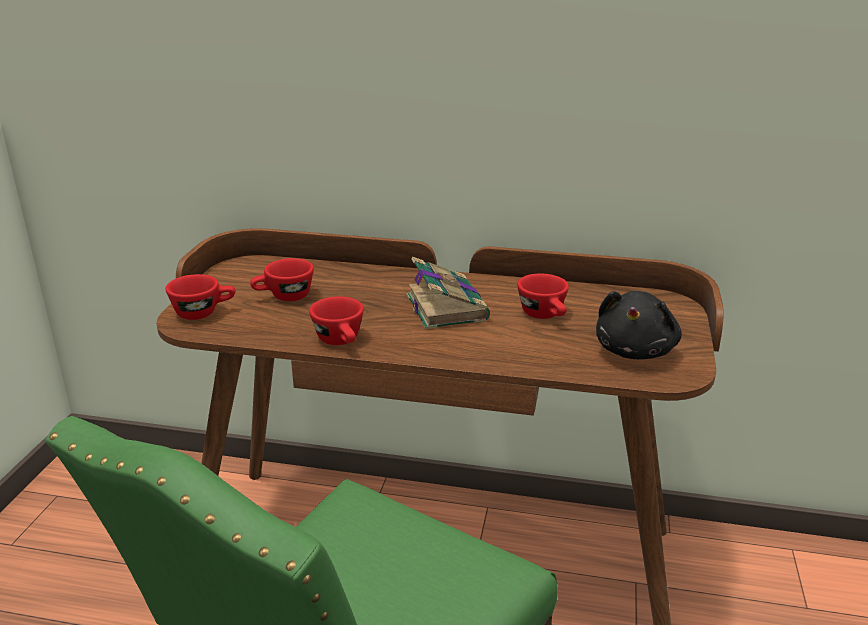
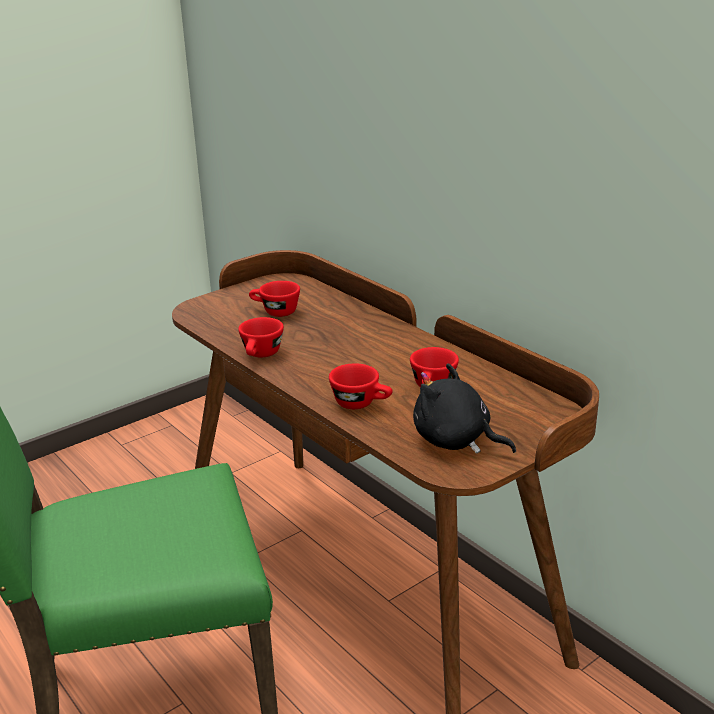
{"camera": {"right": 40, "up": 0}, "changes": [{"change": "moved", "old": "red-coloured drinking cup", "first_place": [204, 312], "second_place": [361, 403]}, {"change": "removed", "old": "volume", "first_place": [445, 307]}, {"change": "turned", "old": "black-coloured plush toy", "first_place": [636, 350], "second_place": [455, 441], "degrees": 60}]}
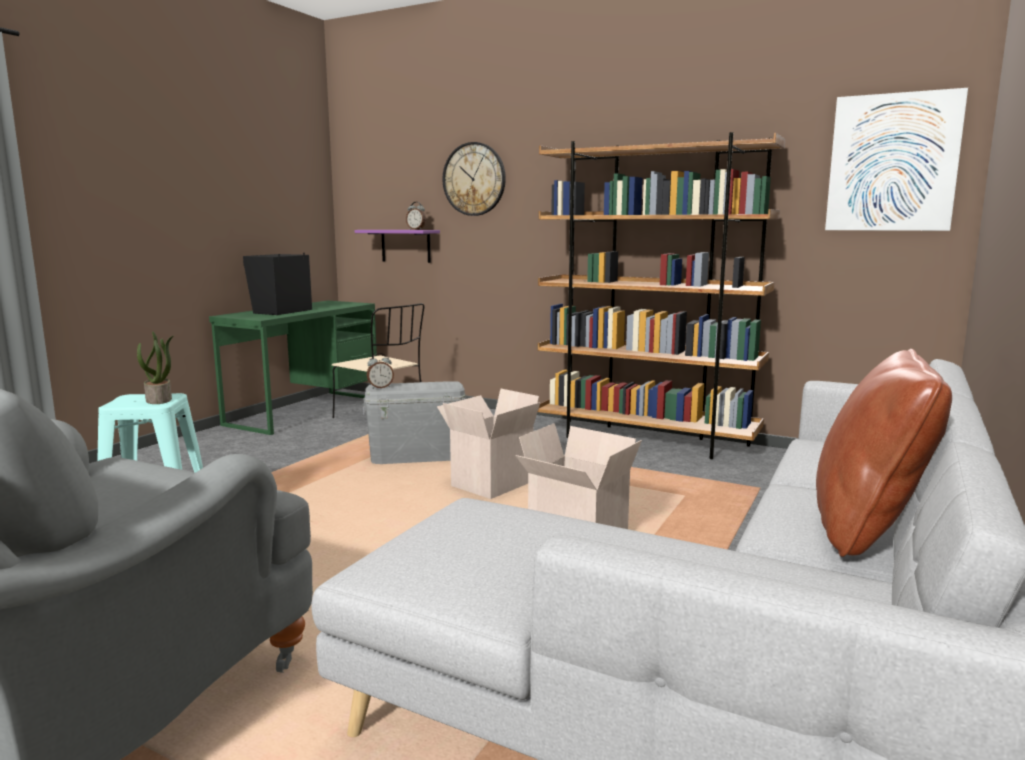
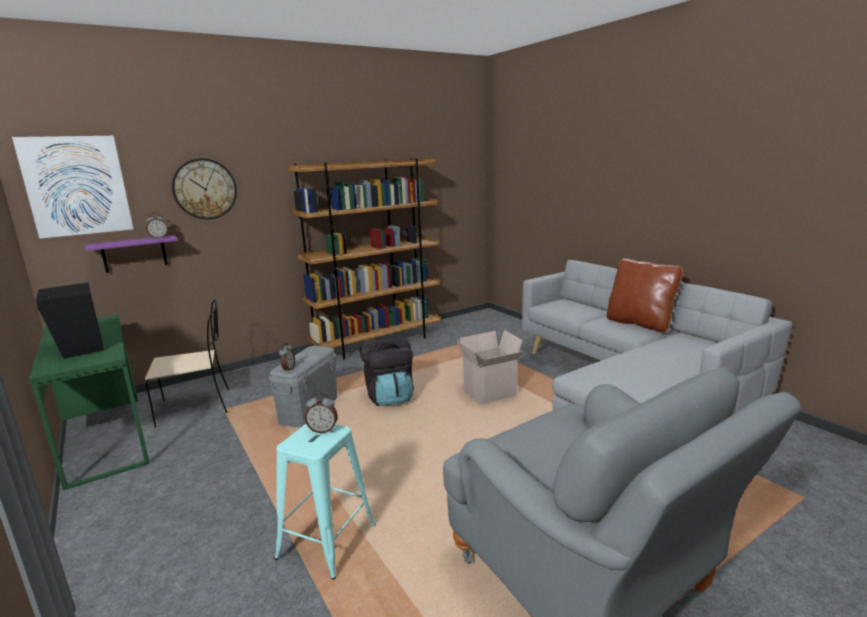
{"camera": {"right": -60, "up": 5}, "changes": [{"change": "replaced", "old": "potted plant", "new": "alarm clock", "first_place": [159, 400], "second_place": [323, 430]}, {"change": "replaced", "old": "carton", "new": "black-coloured rucksack", "first_place": [491, 484], "second_place": [389, 397]}, {"change": "moved", "old": "wall picture", "first_place": [892, 163], "second_place": [77, 186]}]}
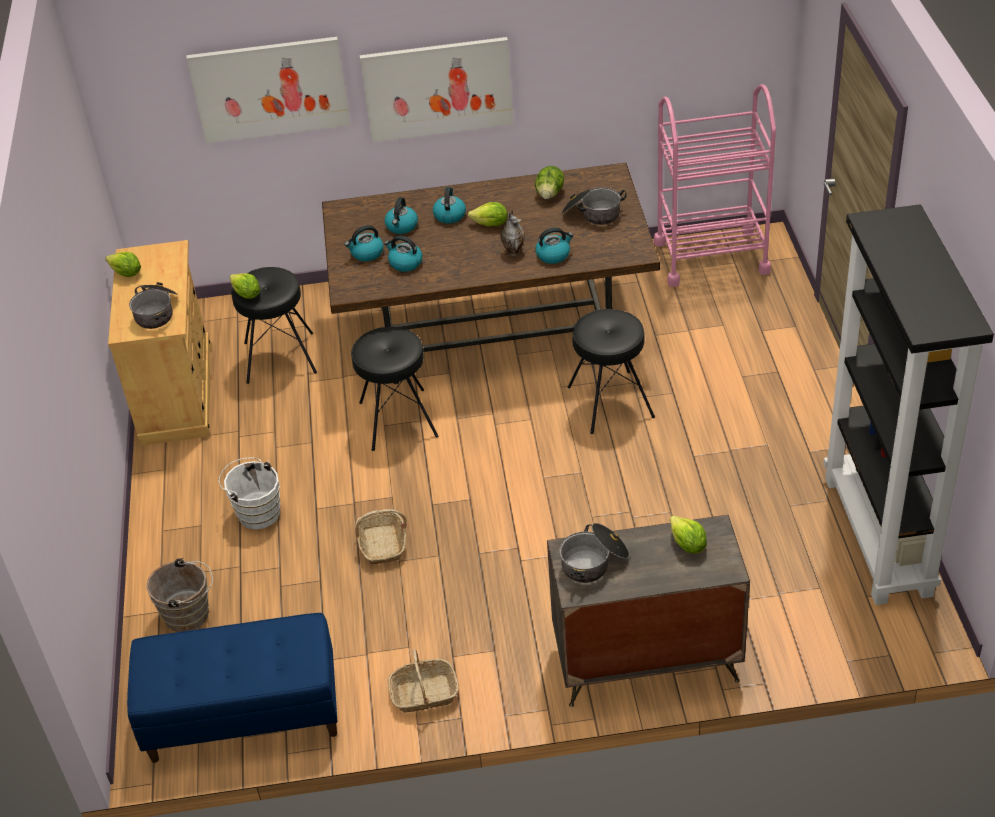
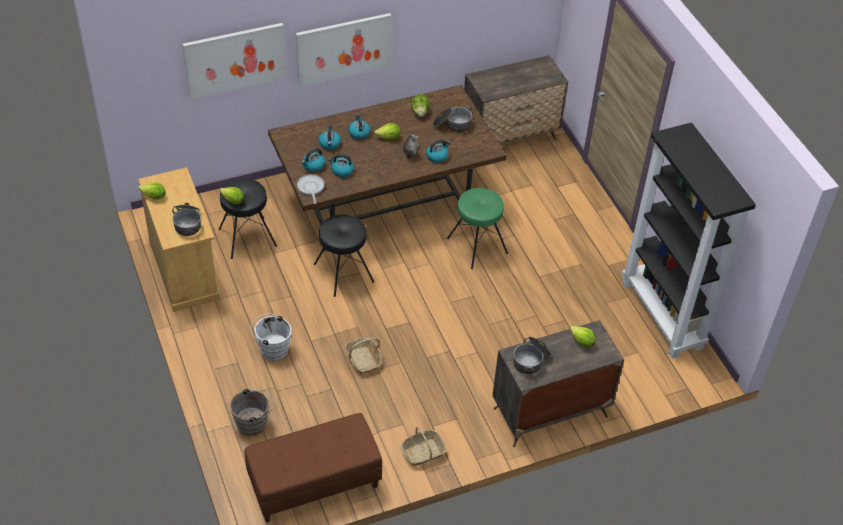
{"camera": {"right": -20, "up": 5}, "changes": [{"change": "recoloured", "old": "blue-coloured indoor bench", "new": "brown-coloured indoor bench", "first_place": [243, 717], "second_place": [314, 484]}, {"change": "recoloured", "old": "black-coloured sitting stool", "new": "green sitting stool", "first_place": [610, 402], "second_place": [476, 246]}, {"change": "replaced", "old": "pinkish trolley", "new": "drawer chest", "first_place": [711, 256], "second_place": [510, 137]}, {"change": "added", "new": "skillet", "second_place": [310, 188]}]}
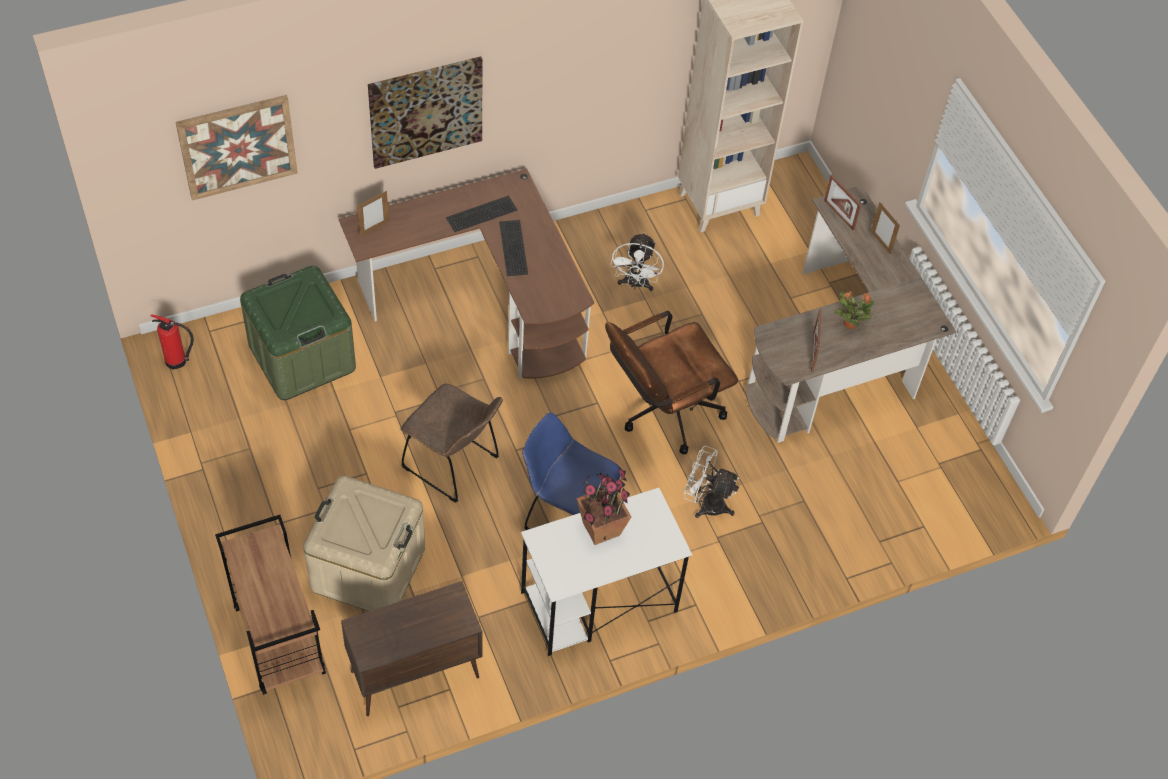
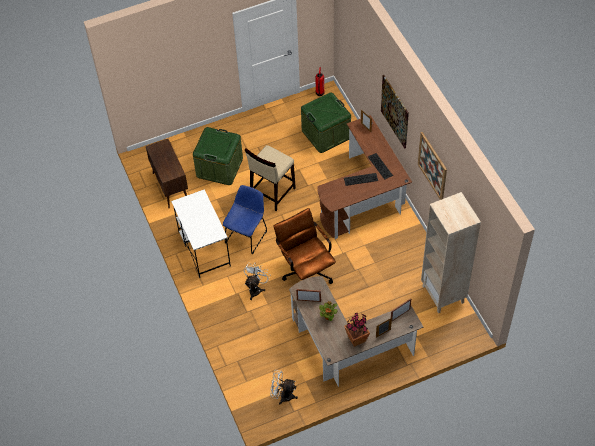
{"camera": {"right": 95, "up": 0}, "changes": [{"change": "moved", "old": "wall picture", "first_place": [238, 147], "second_place": [432, 166]}, {"change": "removed", "old": "brown-coloured trolley", "first_place": [278, 639]}, {"change": "recoloured", "old": "sand-coloured storage bin", "new": "green storage bin", "first_place": [368, 568], "second_place": [219, 167]}, {"change": "replaced", "old": "brown-coloured plain chair", "new": "sand-coloured sitting stool", "first_place": [454, 465], "second_place": [272, 193]}, {"change": "moved", "old": "potted plant", "first_place": [600, 528], "second_place": [356, 339]}, {"change": "moved", "old": "whitish cooling fan", "first_place": [635, 284], "second_place": [283, 395]}]}
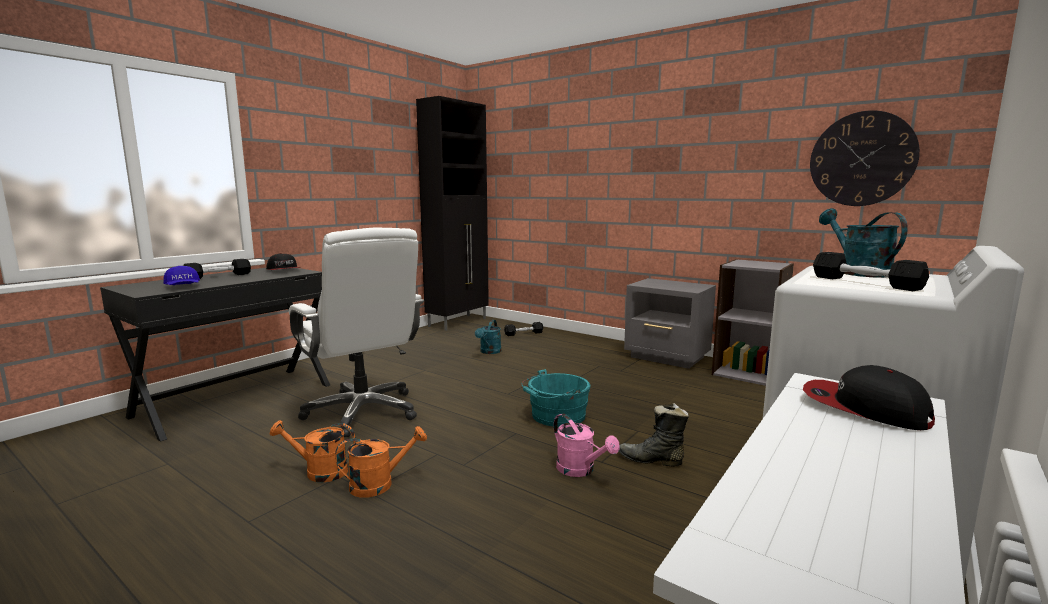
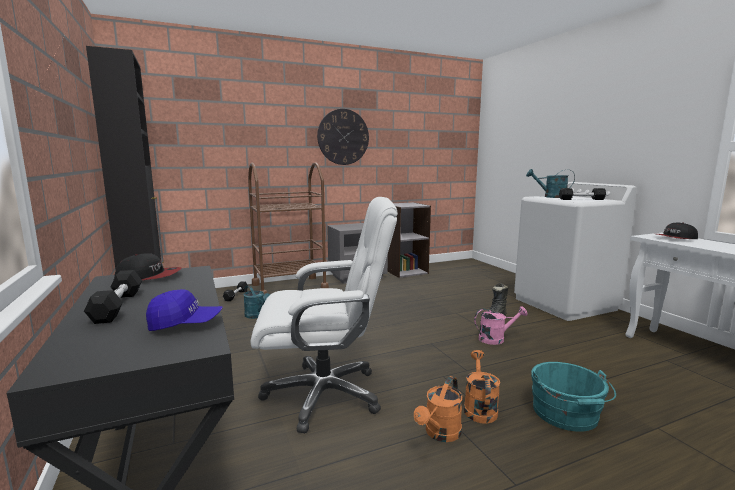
{"camera": {"right": -60, "up": 0}, "changes": [{"change": "moved", "old": "turquoise pail", "first_place": [555, 416], "second_place": [567, 415]}, {"change": "moved", "old": "hanging clock", "first_place": [862, 159], "second_place": [343, 137]}, {"change": "added", "new": "brown-coloured trolley", "second_place": [289, 287]}]}
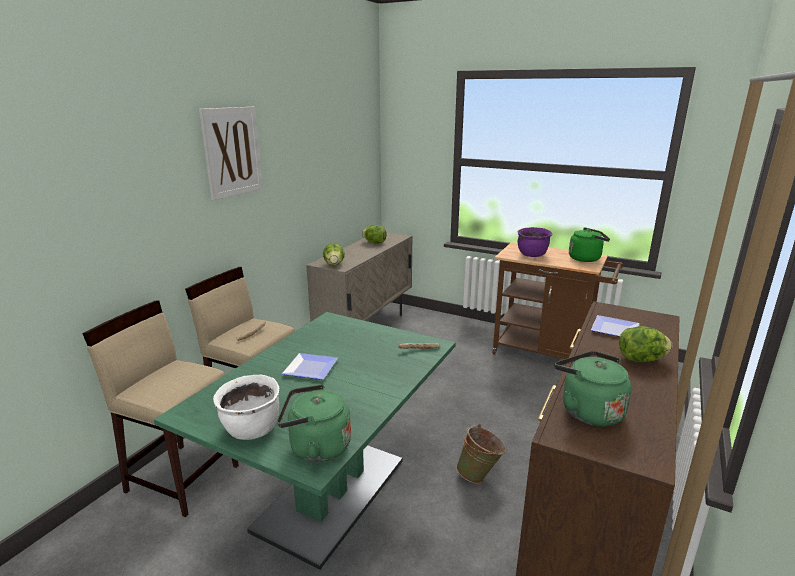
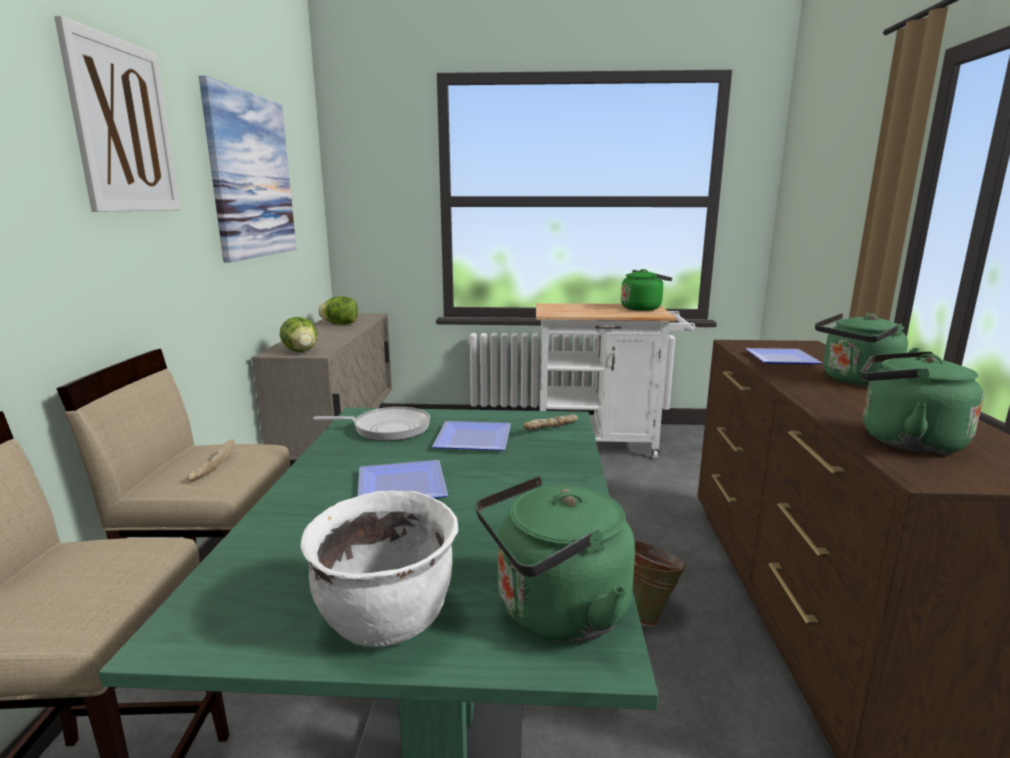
{"camera": {"right": -25, "up": -5}, "changes": [{"change": "recoloured", "old": "brown-coloured trolley", "new": "whitish trolley", "first_place": [547, 354], "second_place": [604, 444]}, {"change": "removed", "old": "purple saucepot", "first_place": [532, 255]}, {"change": "replaced", "old": "lettuce head", "new": "green kettle", "first_place": [641, 359], "second_place": [857, 381]}, {"change": "added", "new": "wall picture", "second_place": [251, 176]}, {"change": "added", "new": "skillet", "second_place": [387, 428]}, {"change": "added", "new": "flat dish", "second_place": [475, 440]}]}
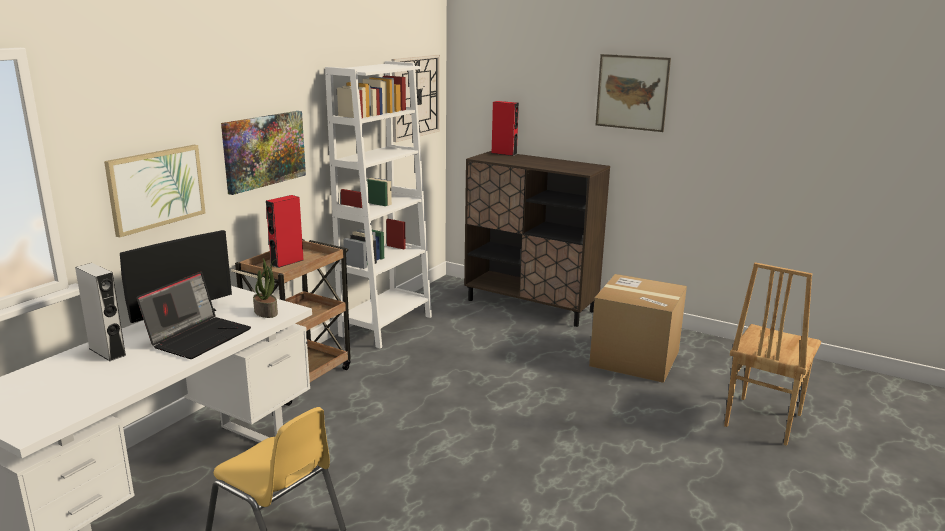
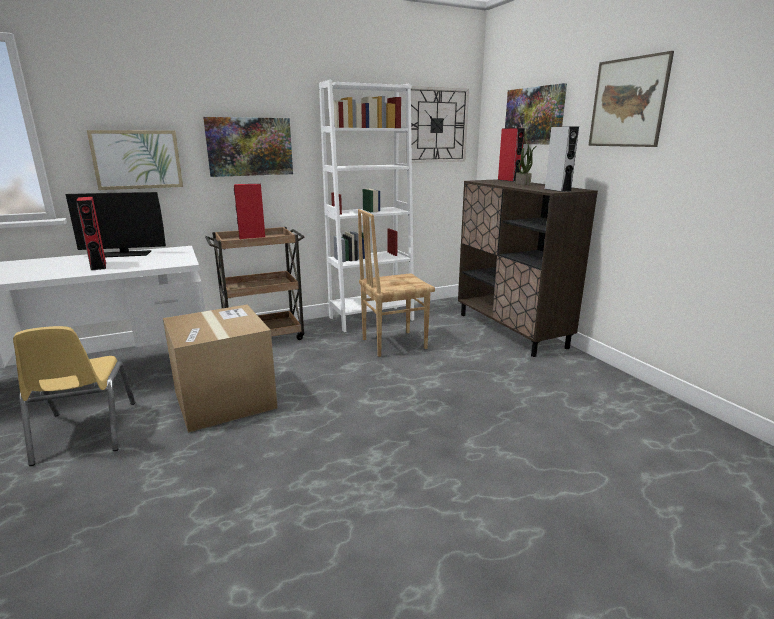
{"camera": {"right": 35, "up": 0}, "changes": [{"change": "moved", "old": "greyish speaker", "first_place": [107, 352], "second_place": [557, 190]}, {"change": "replaced", "old": "notebook computer", "new": "red-coloured speaker", "first_place": [199, 337], "second_place": [98, 266]}, {"change": "moved", "old": "potted plant", "first_place": [266, 312], "second_place": [523, 184]}, {"change": "moved", "old": "carton", "first_place": [634, 359], "second_place": [225, 400]}, {"change": "moved", "old": "brown-coloured plain chair", "first_place": [761, 420], "second_place": [393, 343]}, {"change": "added", "new": "wall picture", "second_place": [534, 116]}]}
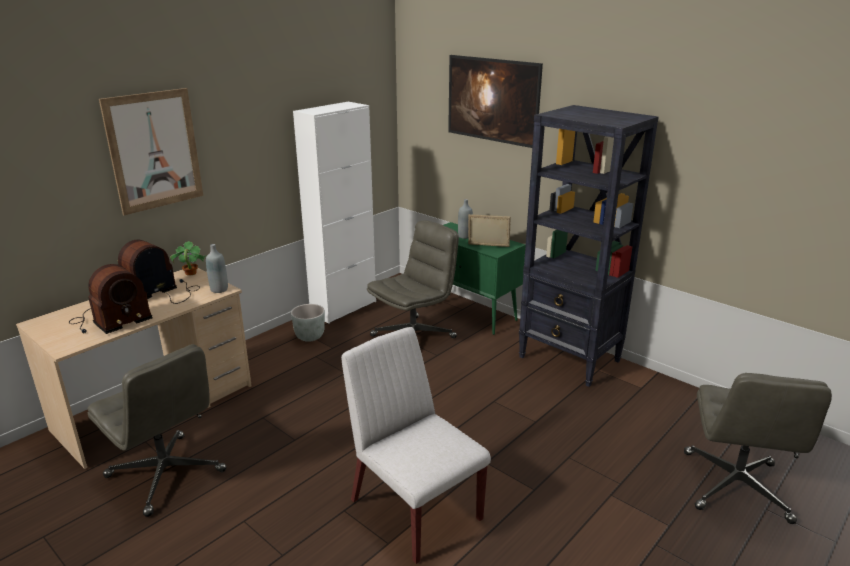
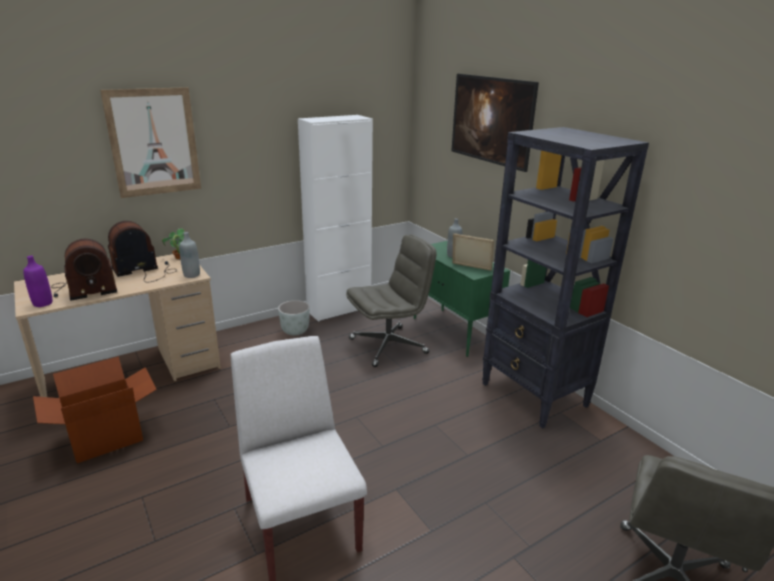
{"camera": {"right": 15, "up": 0}, "changes": [{"change": "replaced", "old": "greyish computer chair", "new": "carton", "first_place": [167, 474], "second_place": [106, 436]}, {"change": "added", "new": "purple bottle", "second_place": [43, 303]}]}
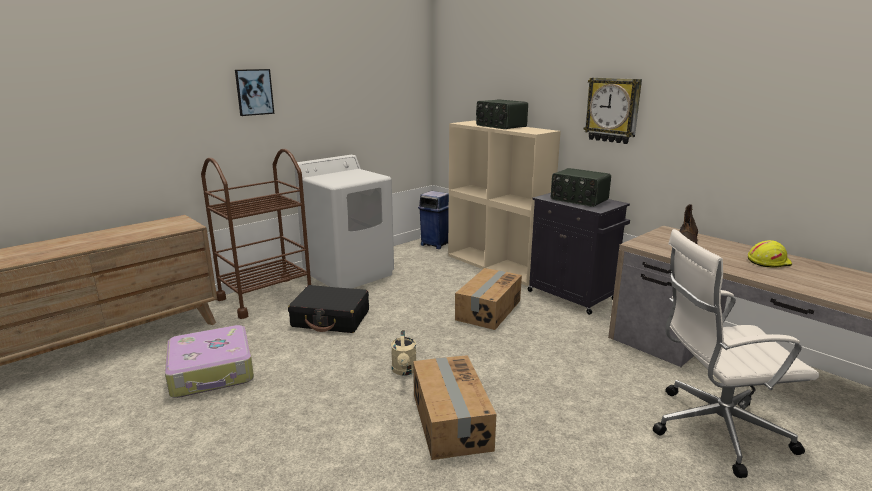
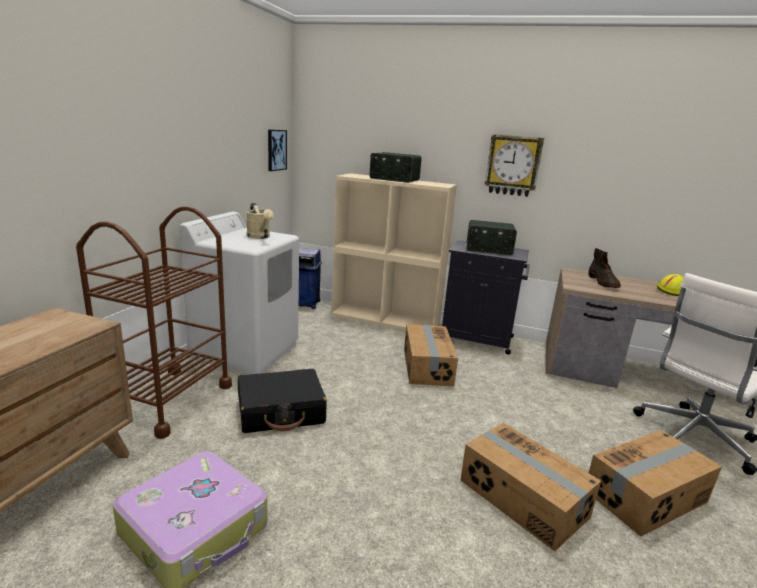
{"camera": {"right": -30, "up": 0}, "changes": [{"change": "moved", "old": "wall picture", "first_place": [254, 92], "second_place": [276, 150]}, {"change": "moved", "old": "sand-coloured watering can", "first_place": [404, 371], "second_place": [260, 237]}, {"change": "added", "new": "carton", "second_place": [646, 496]}]}
